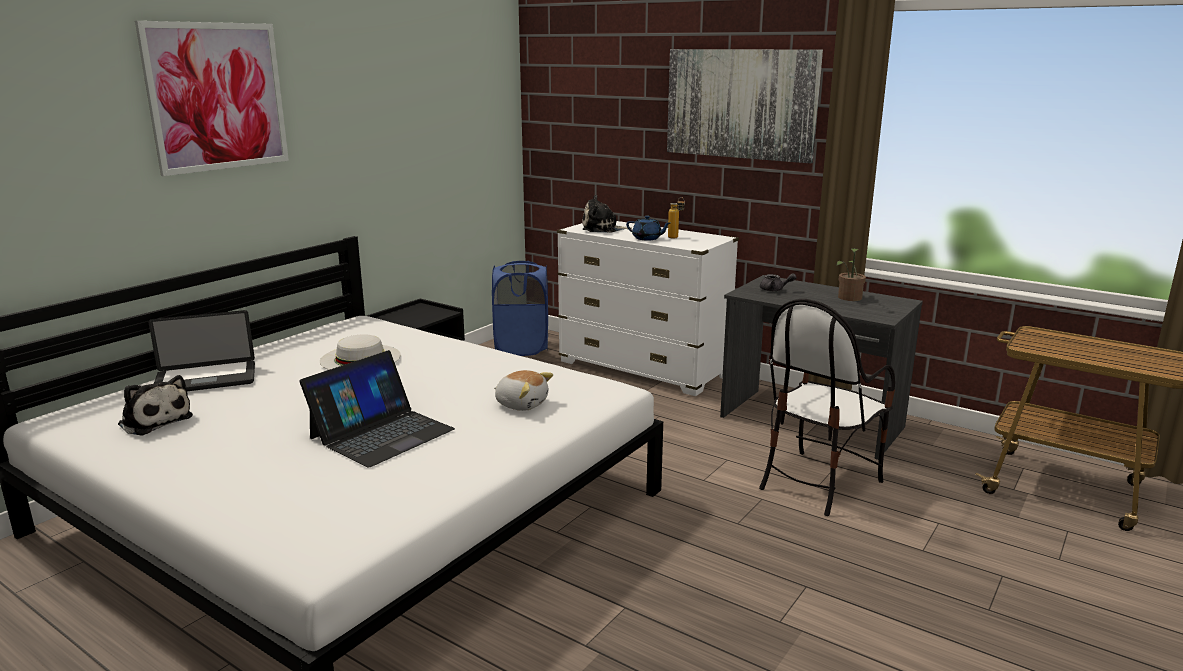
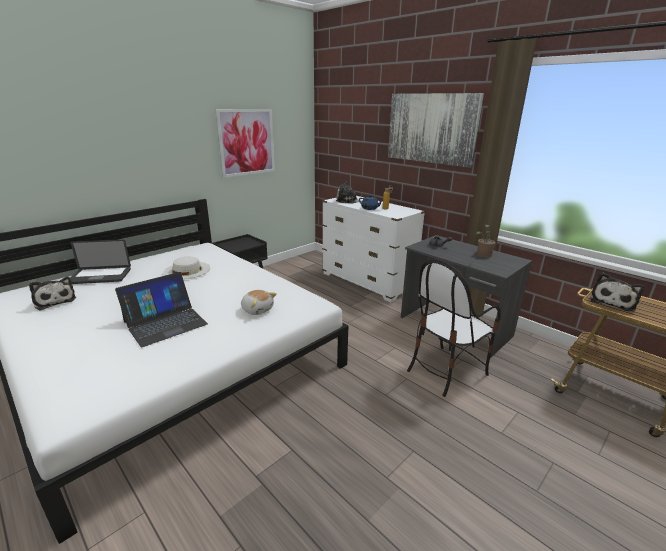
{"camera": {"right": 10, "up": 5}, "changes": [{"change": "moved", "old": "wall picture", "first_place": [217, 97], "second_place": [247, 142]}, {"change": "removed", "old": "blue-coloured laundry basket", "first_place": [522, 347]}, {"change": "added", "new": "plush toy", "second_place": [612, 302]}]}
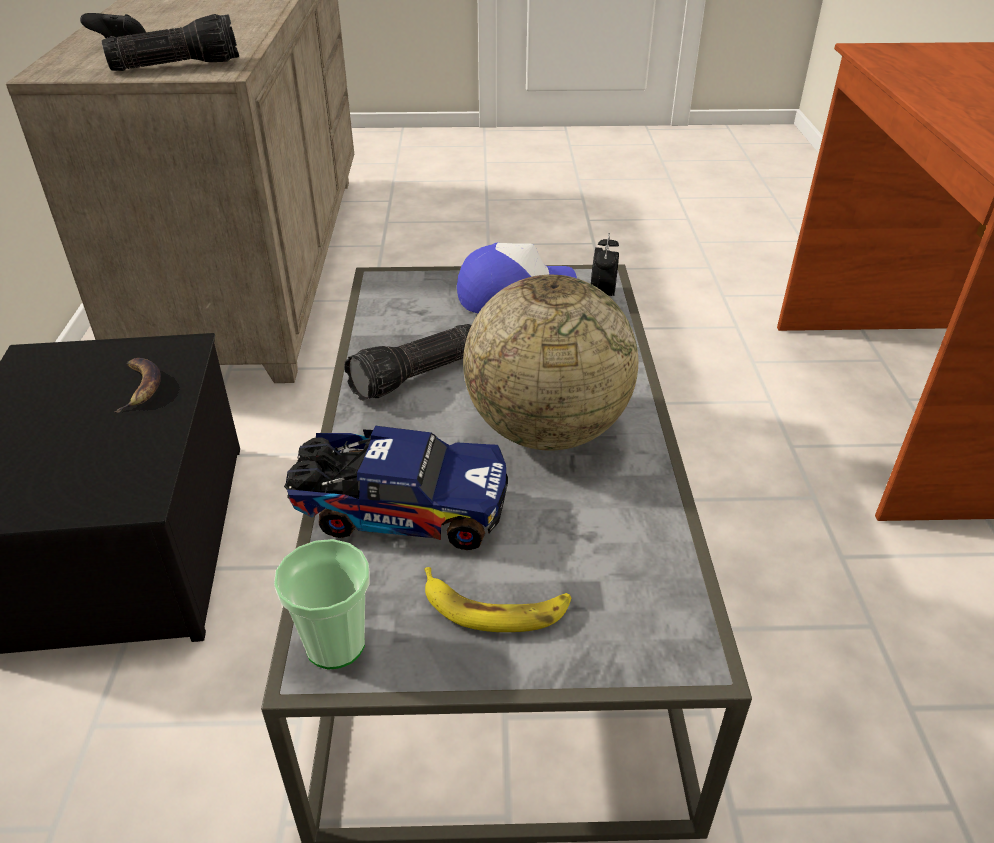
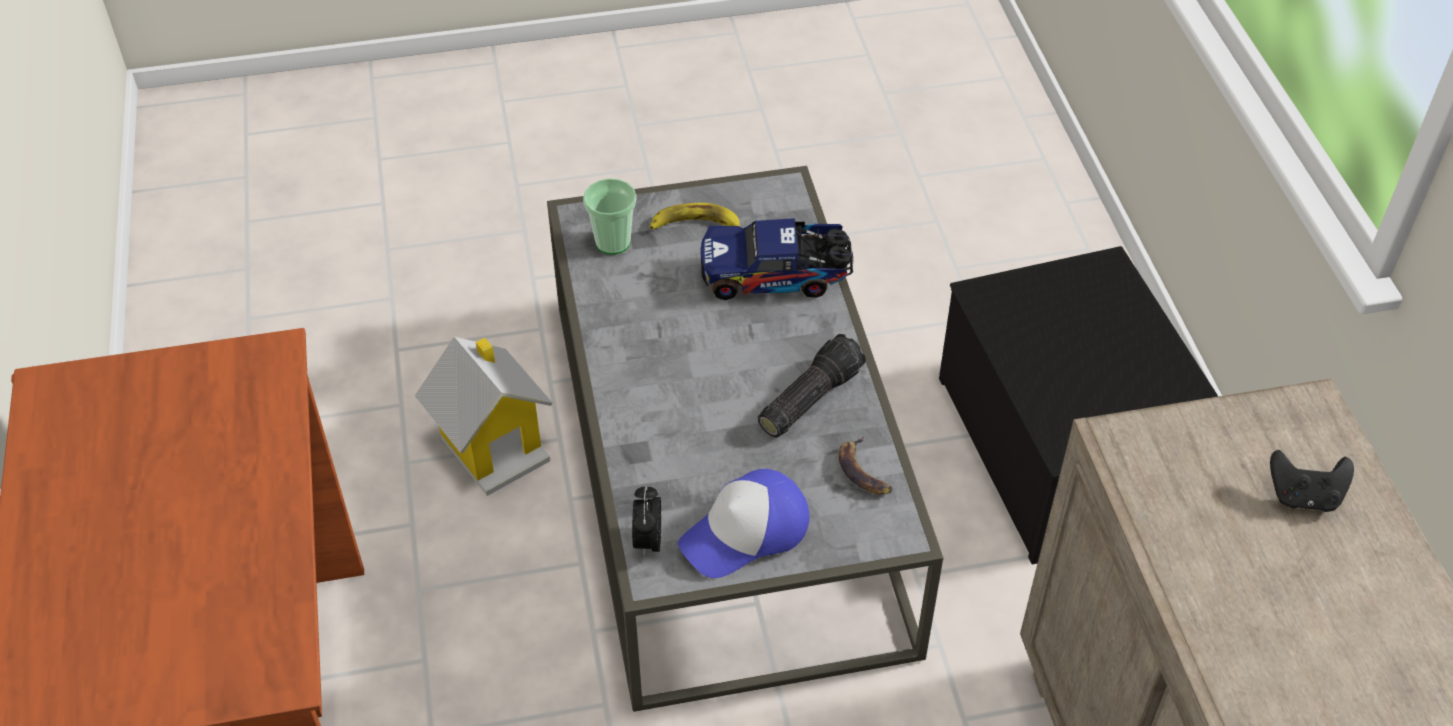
{"camera": {"right": 170, "up": 10}, "changes": [{"change": "removed", "old": "flashlight", "first_place": [177, 64]}, {"change": "moved", "old": "banana", "first_place": [140, 387], "second_place": [863, 471]}, {"change": "moved", "old": "drinking cup", "first_place": [335, 644], "second_place": [613, 242]}, {"change": "removed", "old": "world globe", "first_place": [546, 430]}, {"change": "added", "new": "miniature house", "second_place": [493, 445]}]}
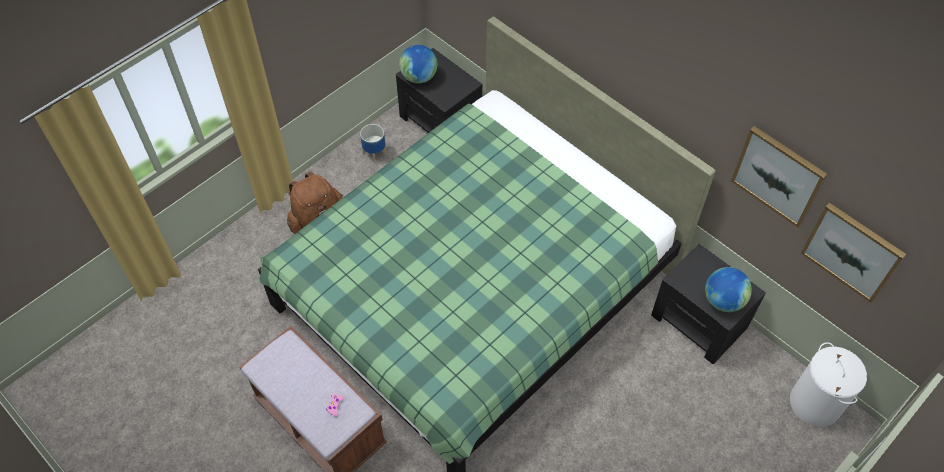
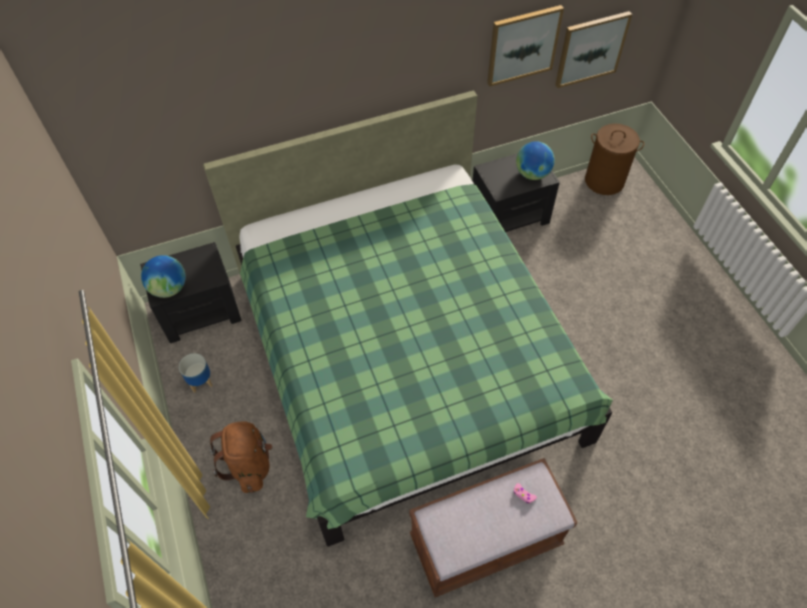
{"camera": {"right": -65, "up": 0}, "changes": [{"change": "recoloured", "old": "whitish laundry basket", "new": "brown-coloured laundry basket", "first_place": [815, 403], "second_place": [604, 181]}]}
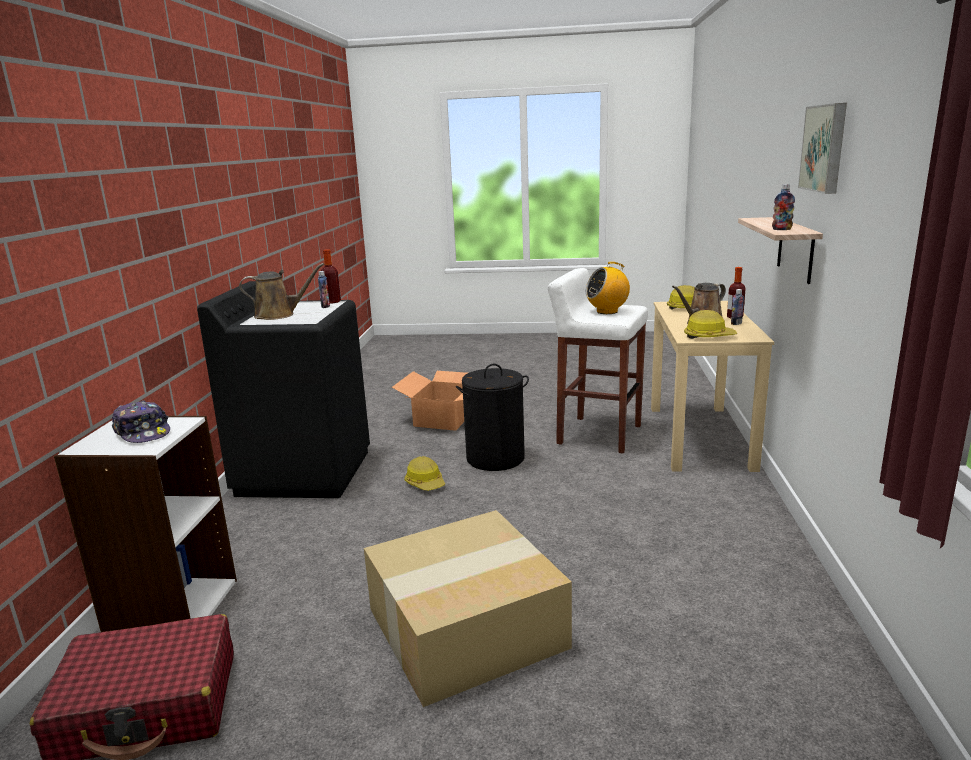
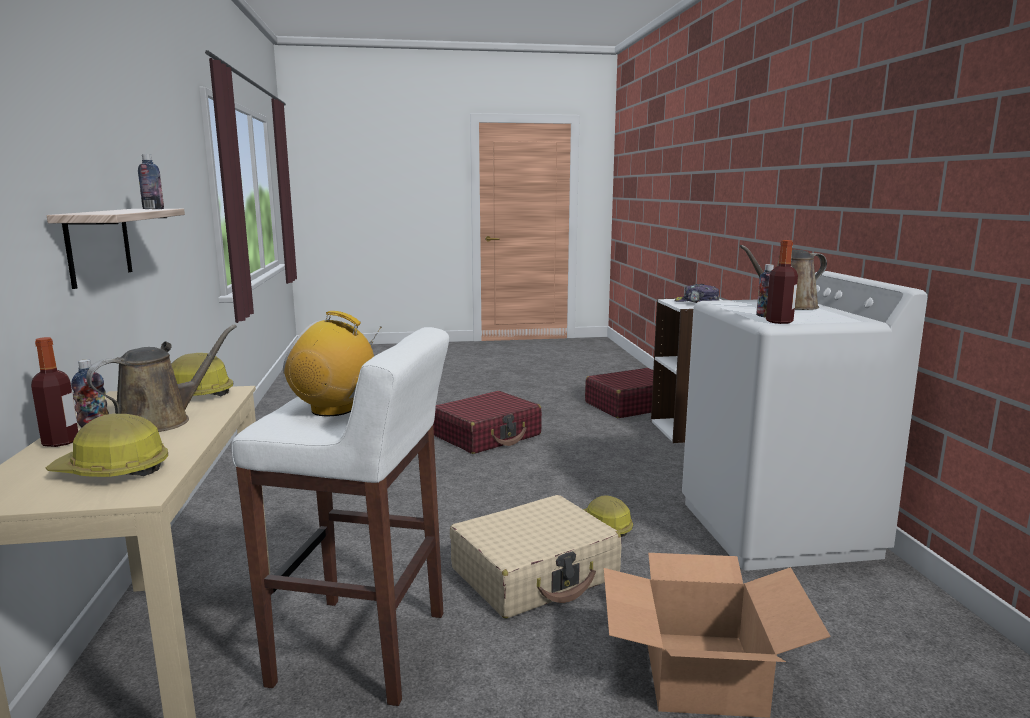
{"camera": {"right": 165, "up": -5}, "changes": [{"change": "recoloured", "old": "black-coloured laundry appliance", "new": "whitish laundry appliance", "first_place": [304, 472], "second_place": [778, 529]}, {"change": "replaced", "old": "carton", "new": "red-coloured piece of luggage", "first_place": [465, 630], "second_place": [487, 435]}, {"change": "replaced", "old": "black-coloured laundry basket", "new": "sand-coloured piece of luggage", "first_place": [495, 458], "second_place": [535, 573]}, {"change": "turned", "old": "radio set", "first_place": [607, 311], "second_place": [333, 409], "degrees": -135}, {"change": "removed", "old": "wall picture", "first_place": [825, 148]}]}
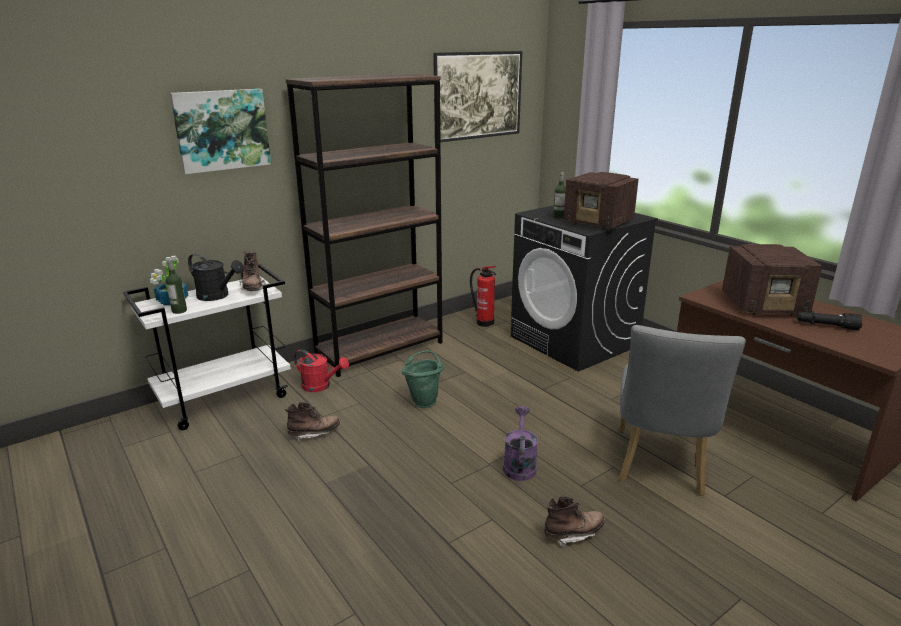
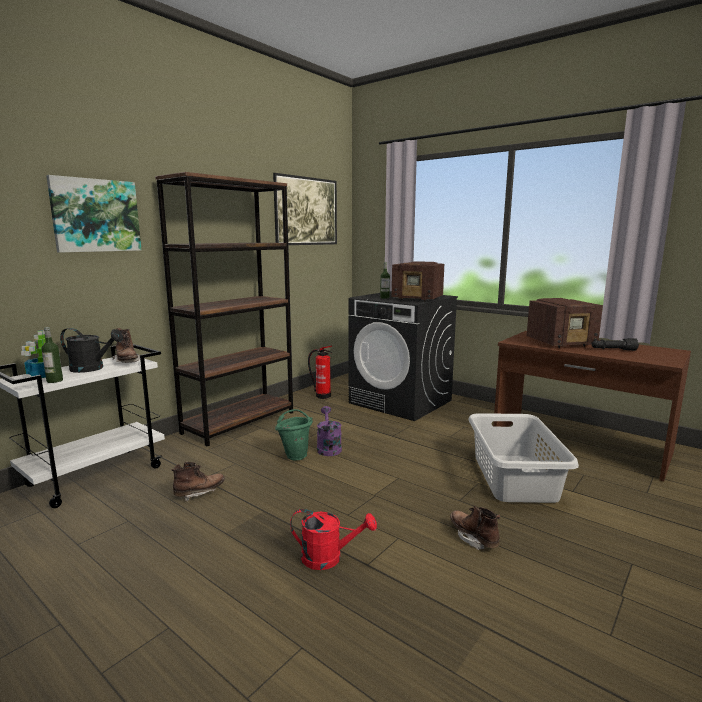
{"camera": {"right": -15, "up": -10}, "changes": [{"change": "moved", "old": "red-coloured watering can", "first_place": [321, 386], "second_place": [329, 558]}, {"change": "moved", "old": "purple watering can", "first_place": [519, 464], "second_place": [328, 448]}, {"change": "turned", "old": "brown-coloured high-top boot", "first_place": [573, 534], "second_place": [473, 538], "degrees": -90}, {"change": "replaced", "old": "greyish plain chair", "new": "greyish laundry basket", "first_place": [660, 466], "second_place": [513, 477]}]}
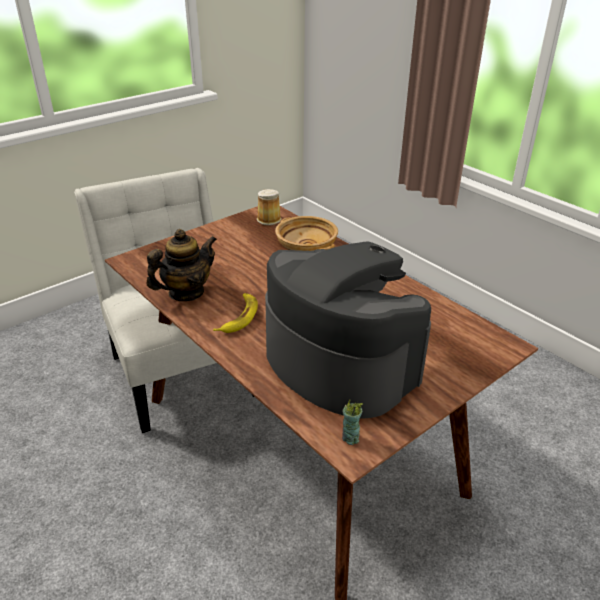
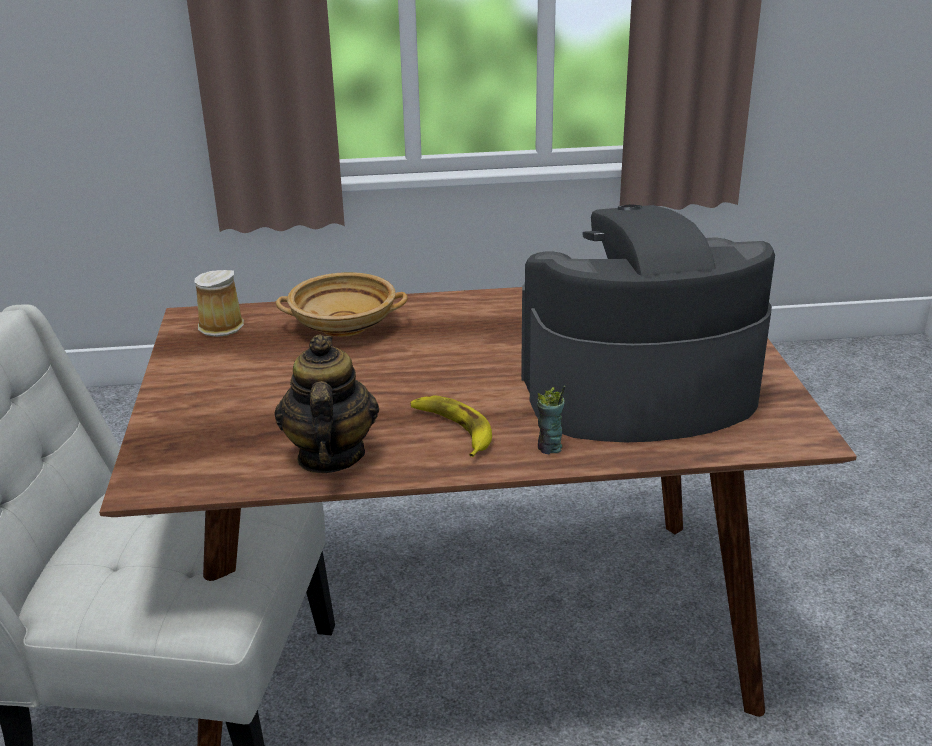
{"camera": {"right": -55, "up": -5}, "changes": [{"change": "moved", "old": "drinking cup", "first_place": [350, 438], "second_place": [549, 448]}]}
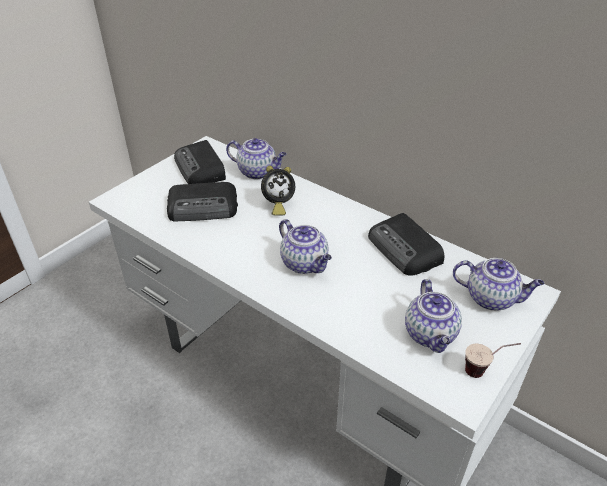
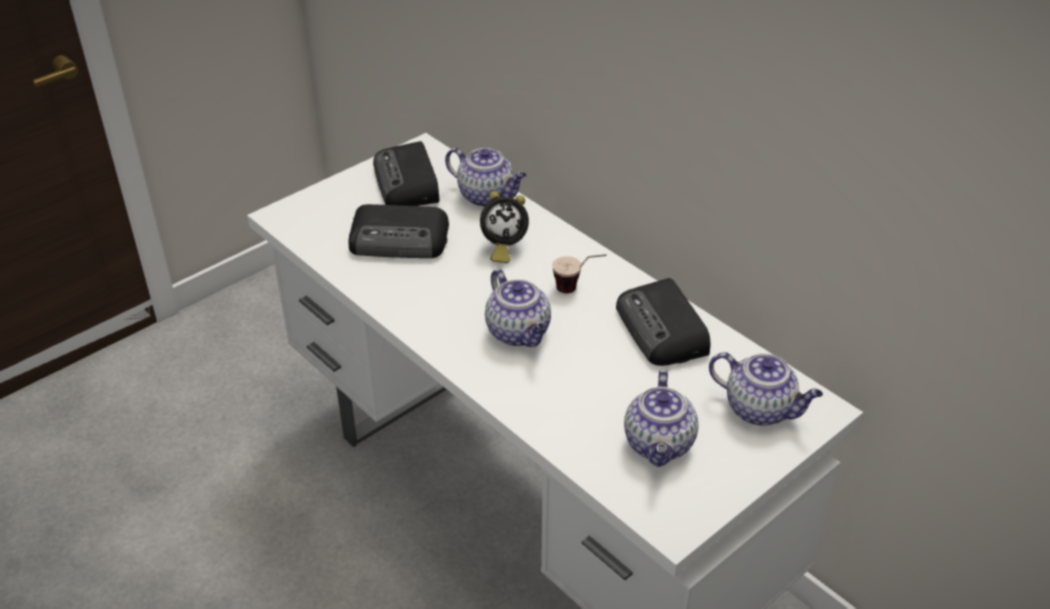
{"camera": {"right": 10, "up": 0}, "changes": [{"change": "moved", "old": "drinking cup", "first_place": [485, 371], "second_place": [578, 289]}]}
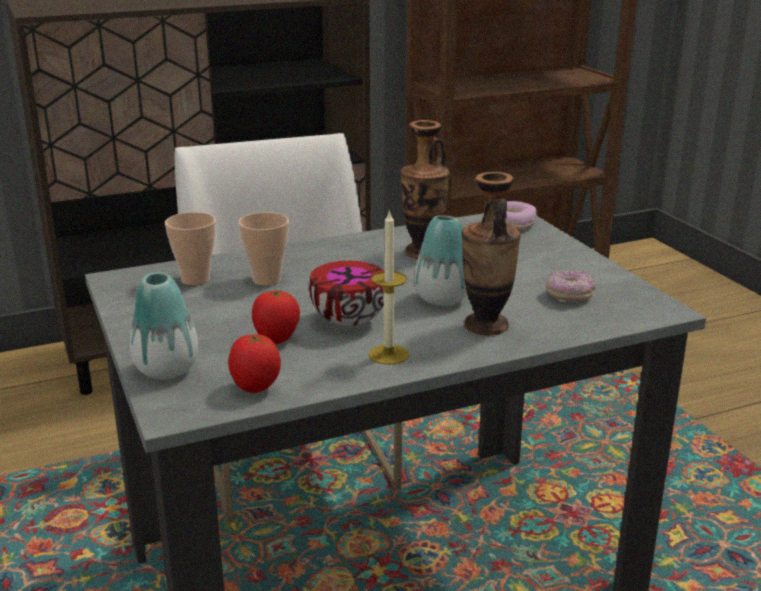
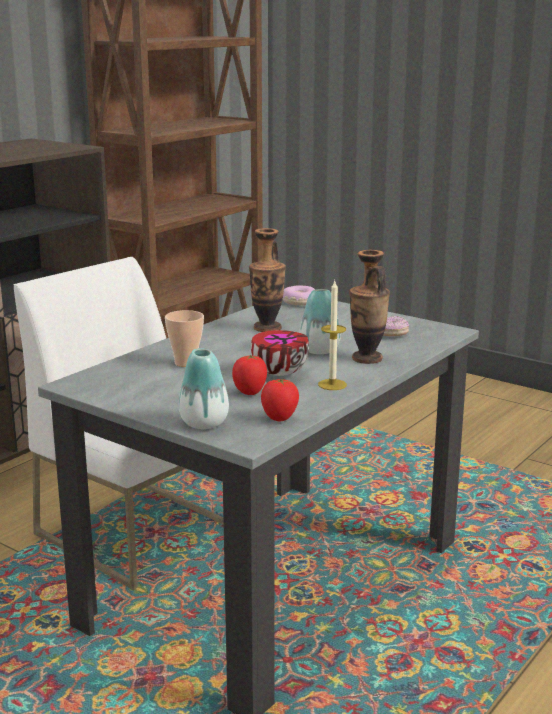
{"camera": {"right": -30, "up": -5}, "changes": [{"change": "removed", "old": "drinking cup", "first_place": [195, 279]}]}
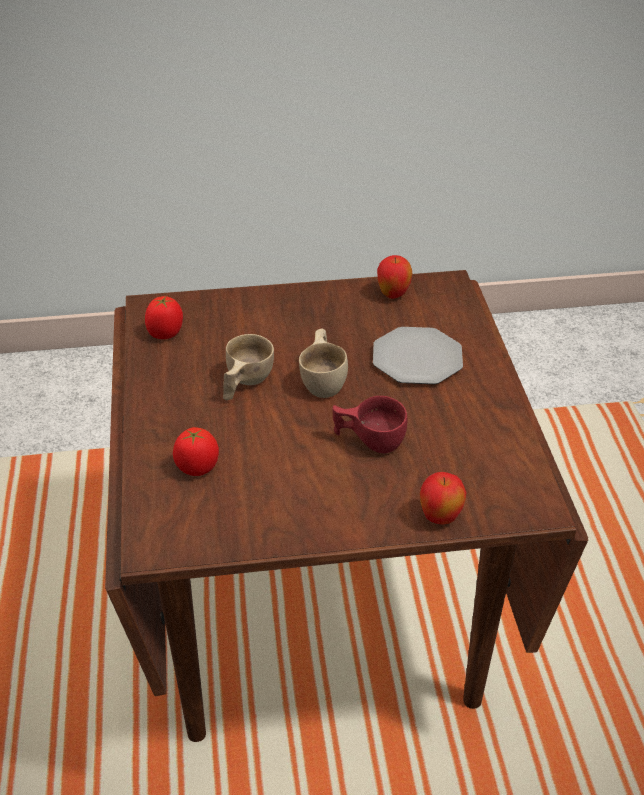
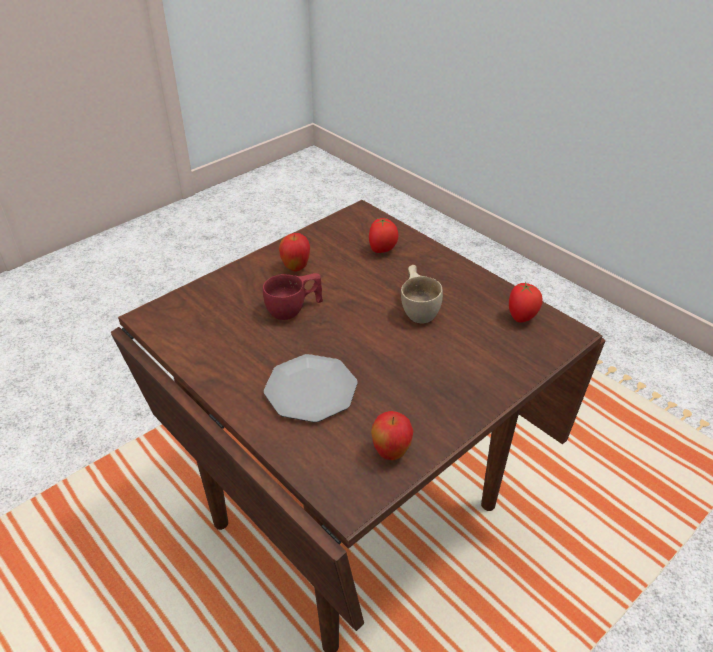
{"camera": {"right": 145, "up": 0}, "changes": [{"change": "removed", "old": "sand-coloured drinking cup", "first_place": [324, 380]}, {"change": "moved", "old": "apple fruit", "first_place": [440, 518], "second_place": [296, 268]}]}
